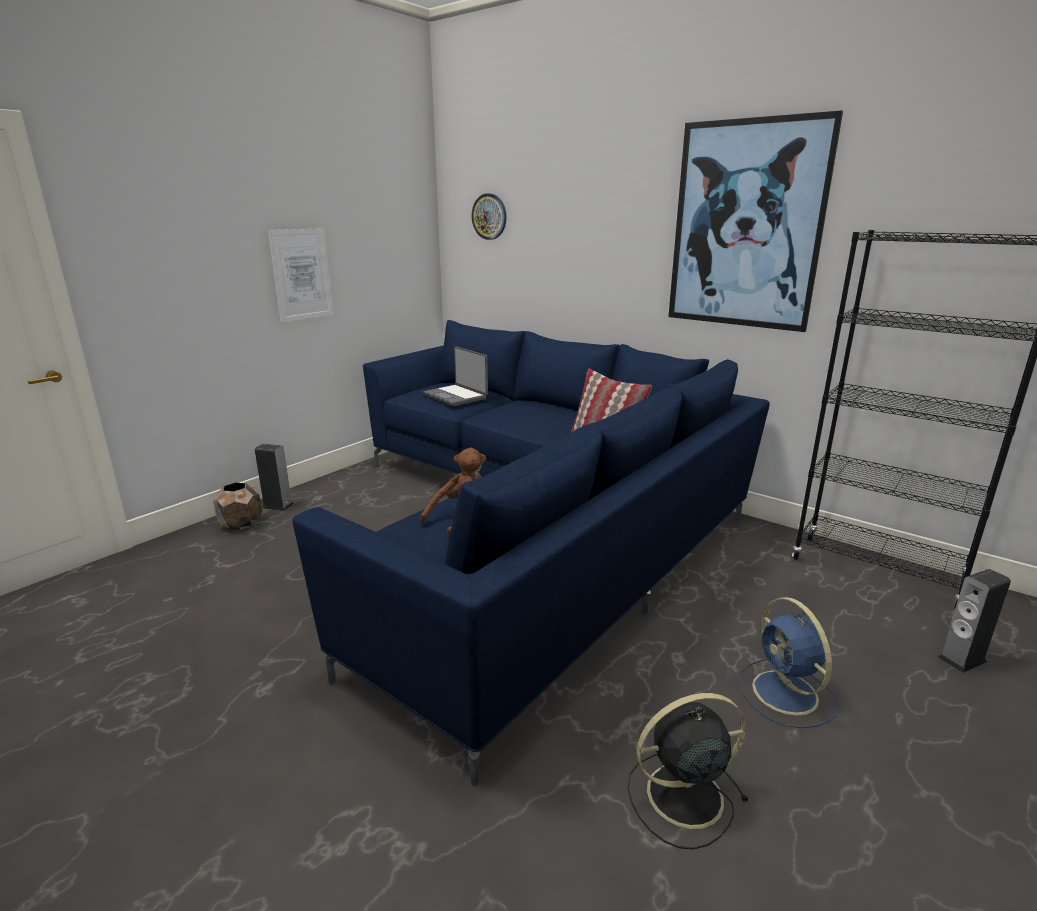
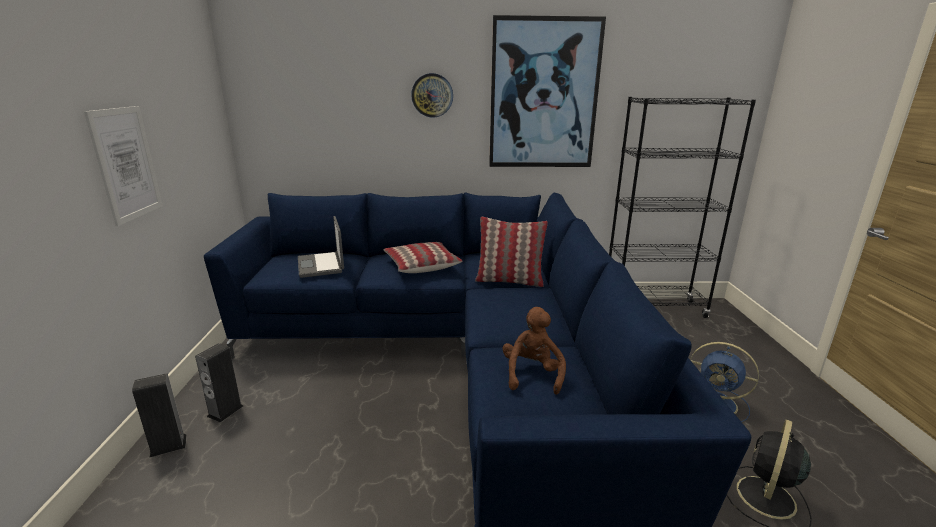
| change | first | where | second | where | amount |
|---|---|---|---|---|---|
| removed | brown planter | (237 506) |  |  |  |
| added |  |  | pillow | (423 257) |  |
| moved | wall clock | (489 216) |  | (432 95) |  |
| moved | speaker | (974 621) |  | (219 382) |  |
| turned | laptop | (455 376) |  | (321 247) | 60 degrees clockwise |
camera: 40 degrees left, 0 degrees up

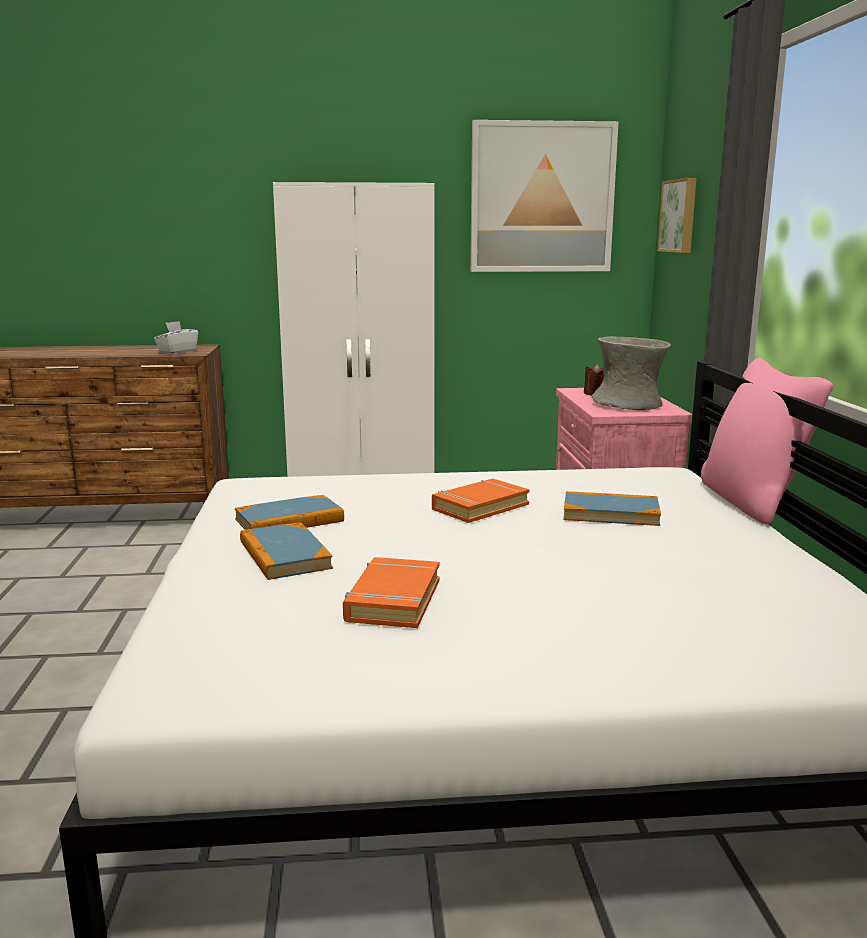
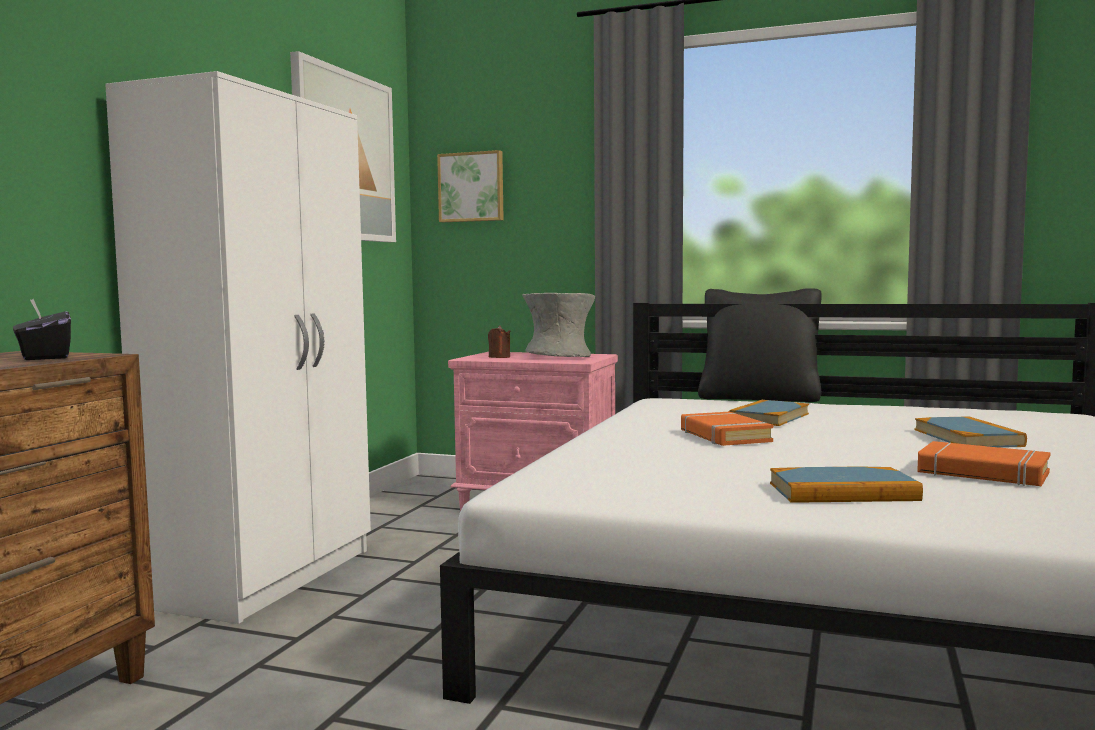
| change | first | where | second | where | amount |
|---|---|---|---|---|---|
| moved | book | (289 512) |  | (971 432) |  |
| recoloured | white tissue box | (176 337) | black tissue box | (42 329) |  |
| recoloured | pink pillow | (767 441) | black pillow | (760 345) |  |
camera: 65 degrees left, 10 degrees down

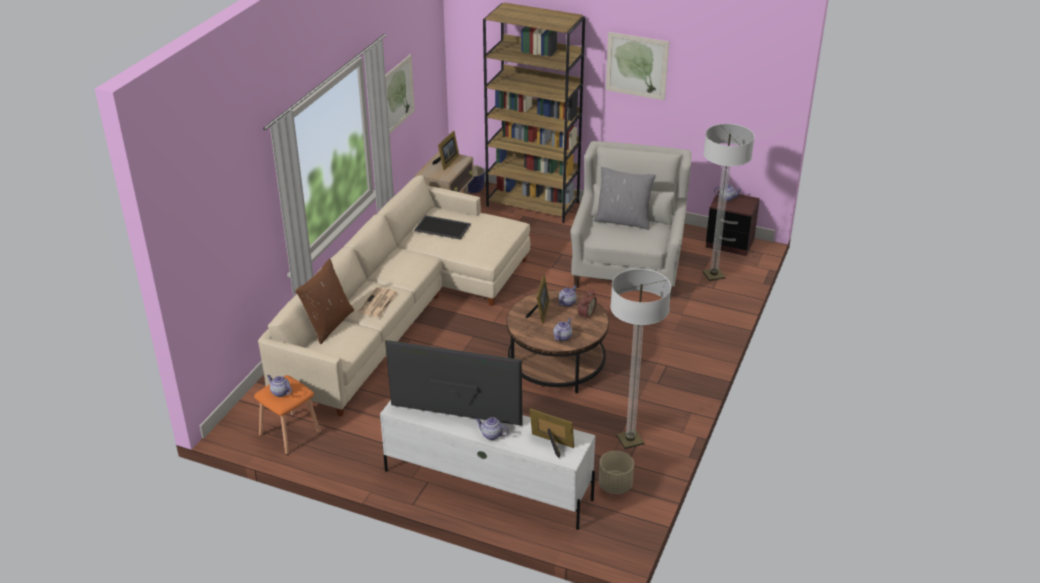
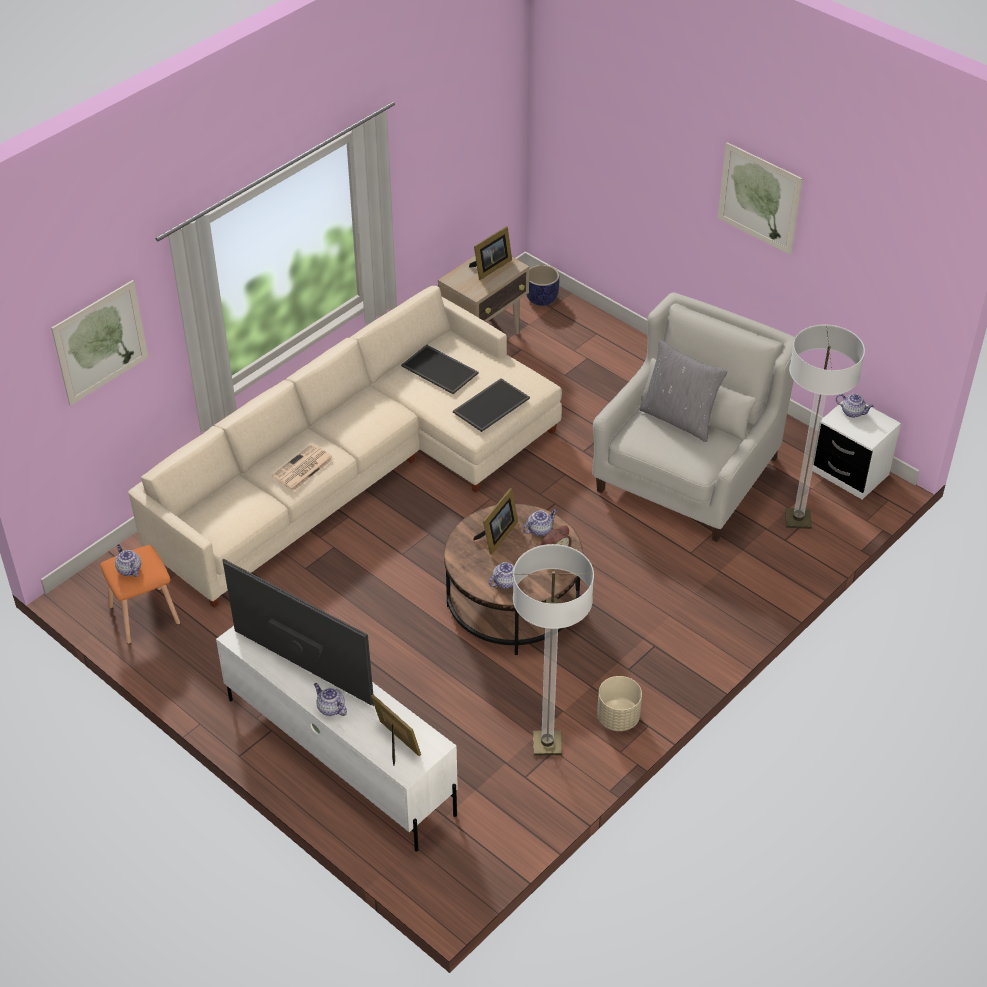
| change | first | where | second | where | amount |
|---|---|---|---|---|---|
| removed | brown pillow | (324 301) |  |  |  |
| removed | brown bookcase | (534 112) |  |  |  |
| added |  |  | tray | (491 405) |  |
| moved | picture | (400 94) |  | (99 343) |  |
| moved | beige planter | (616 472) |  | (619 703) |  |
| recoloured | brown nightstand | (733 223) | white nightstand | (857 450) |  |
camera: 20 degrees right, 10 degrees up

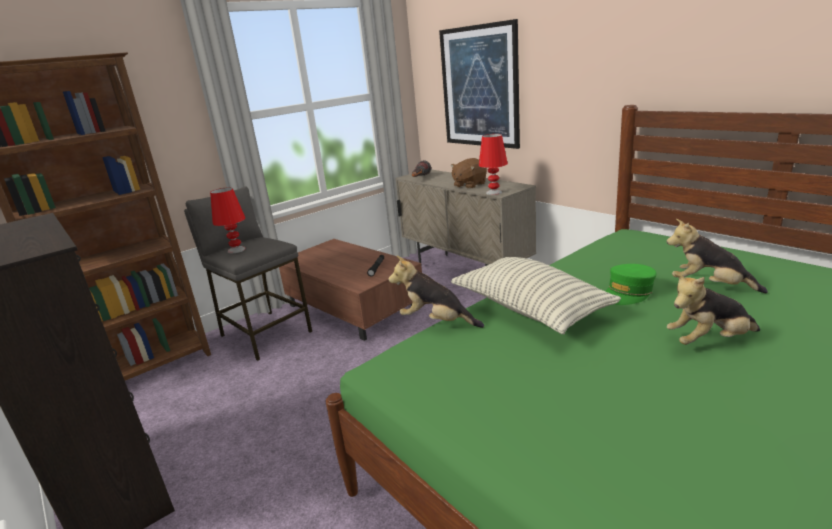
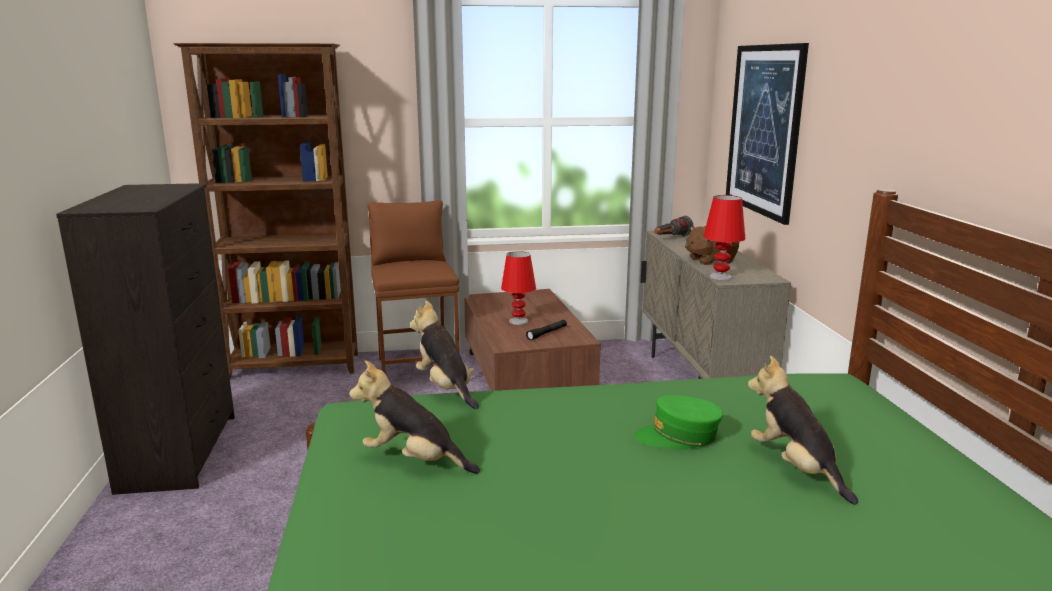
| change | first | where | second | where | amount |
|---|---|---|---|---|---|
| removed | pillow | (536 295) |  |  |  |
| moved | red table lamp | (228 220) |  | (518 288) |  |
| moved | plush toy | (713 309) |  | (414 417) |  |
| recoloured | grey stool | (248 274) | brown stool | (413 287) |  |
camera: 30 degrees right, 5 degrees down

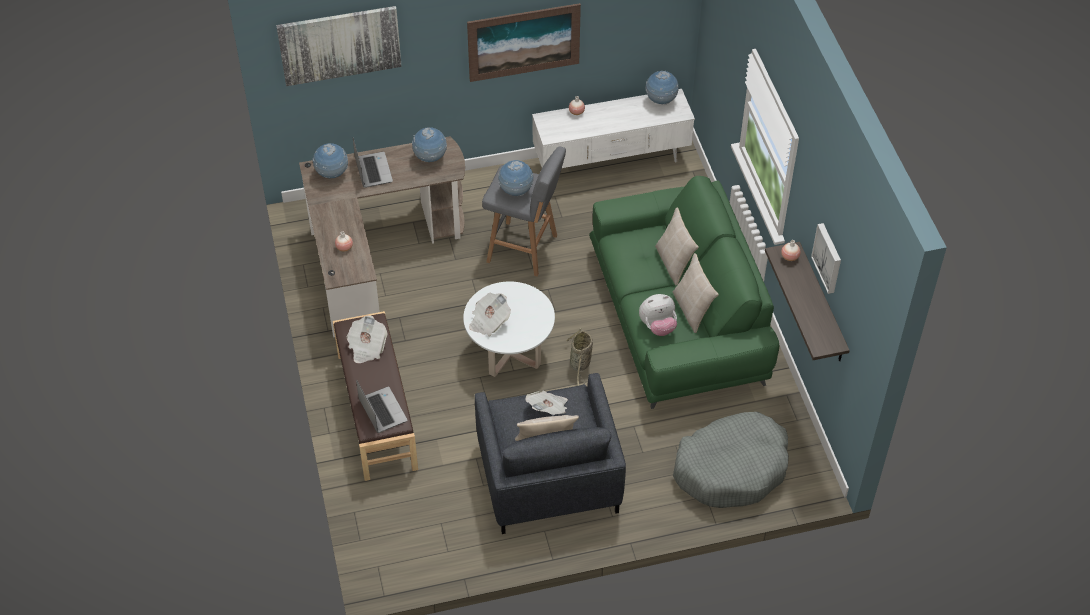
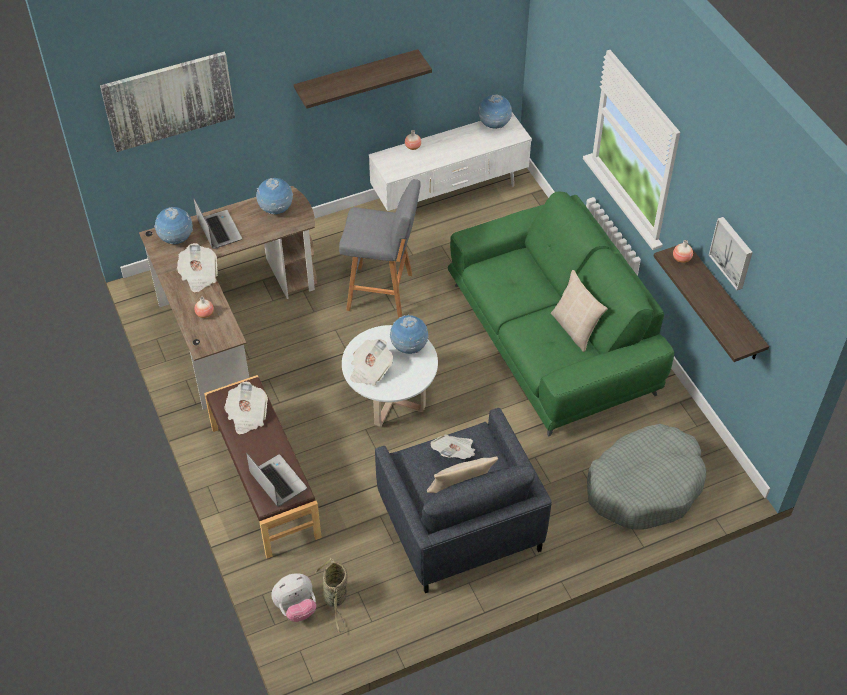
| change | first | where | second | where | amount |
|---|---|---|---|---|---|
| removed | beige pillow | (677 246) |  |  |  |
| added |  |  | newspaper | (197 267) |  |
| moved | globe | (516 178) |  | (409 334) |  |
| moved | basket | (579 356) |  | (331 595) |  |
| moved | plush toy | (658 315) |  | (293 597) |  |
| replaced | picture | (524 42) | shelf | (363 79) |  |
camera: 10 degrees left, 0 degrees up

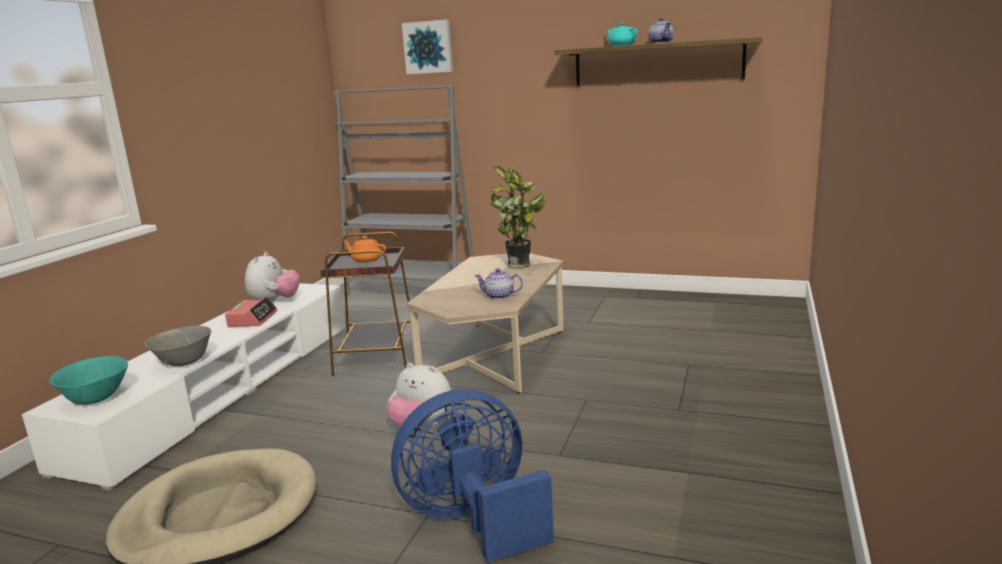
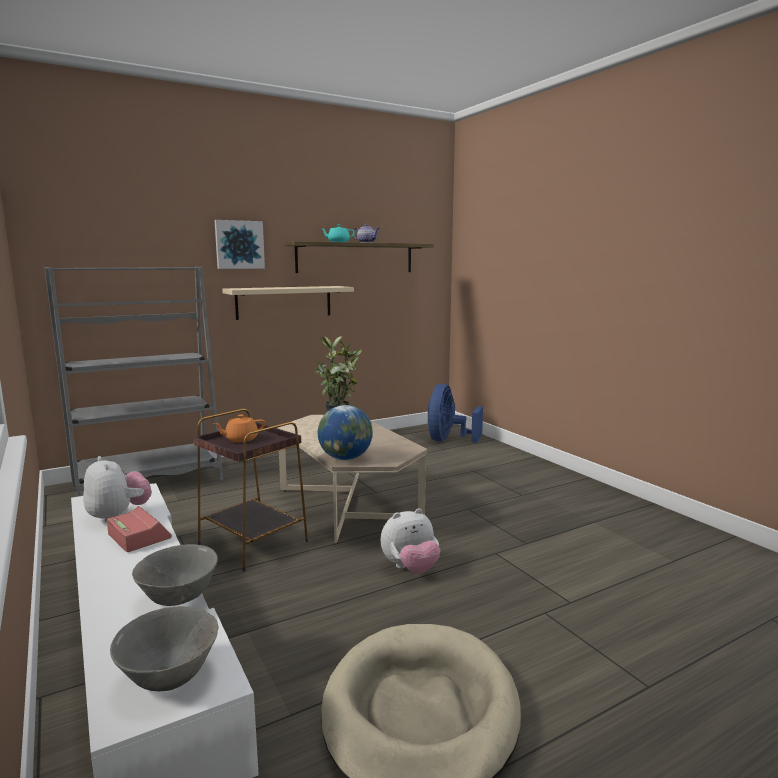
| change | first | where | second | where | amount |
|---|---|---|---|---|---|
| removed | teapot | (498 283) |  |  |  |
| added |  |  | beige shelf | (288 303) |  |
| added |  |  | globe | (345 432) |  |
| moved | blue fan | (472 476) |  | (455 413) |  |
| moved | picture | (427 46) |  | (239 244) |  |
| recoloured | turquoise bowl | (88 380) | grey bowl | (164 648) |  |
camera: 50 degrees left, 5 degrees down

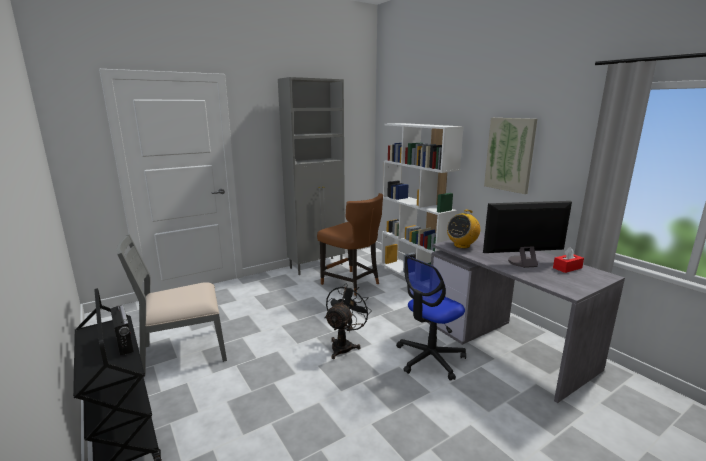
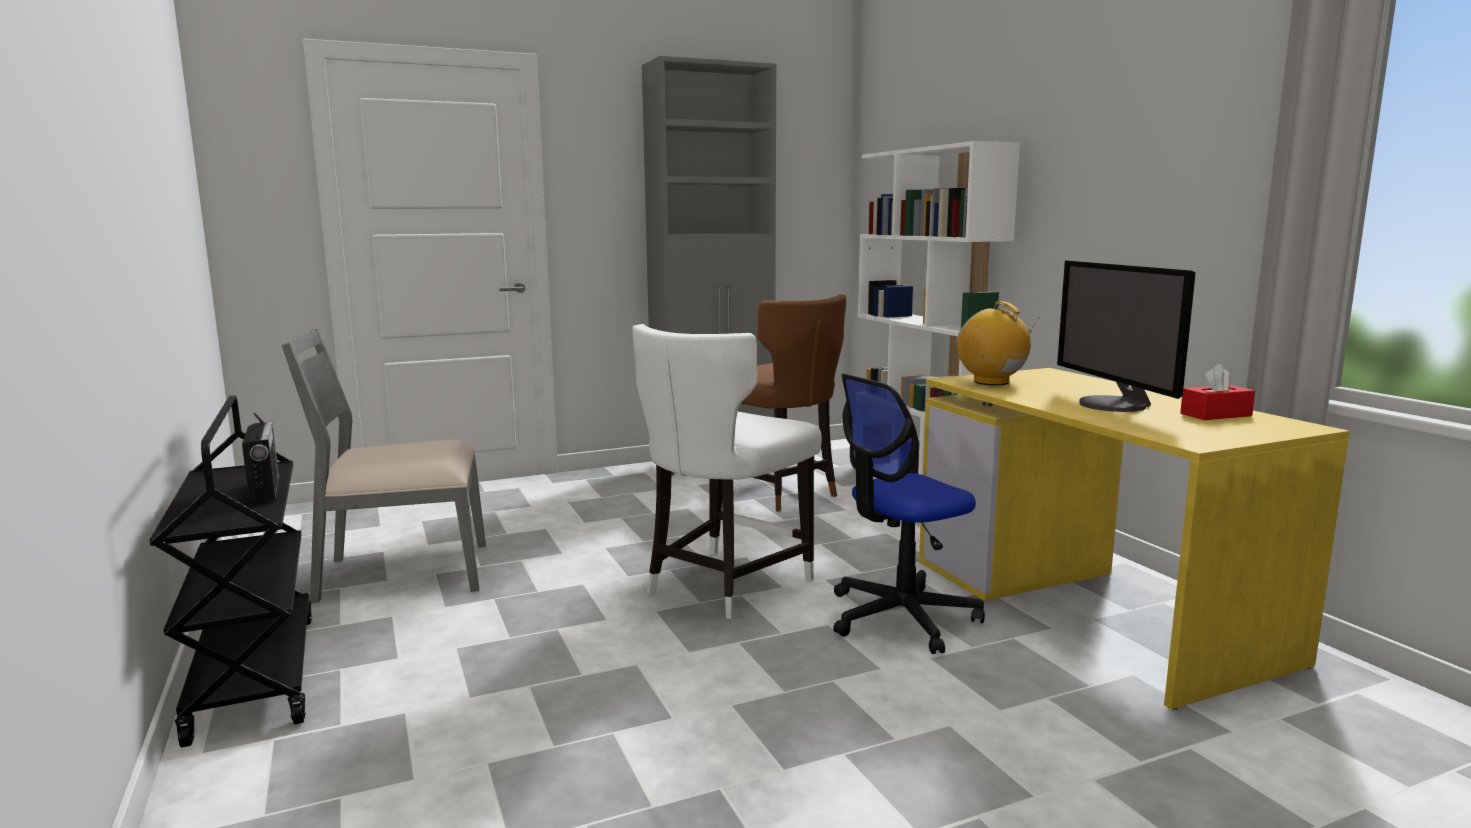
| change | first | where | second | where | amount |
|---|---|---|---|---|---|
| removed | picture | (510 156) |  |  |  |
| replaced | black fan | (348 322) | white chair | (727 471) |  |
| recoloured | grey desk | (526 317) | yellow desk | (1134 538) |  |
| turned | radio | (463 229) |  | (998 343) | 90 degrees clockwise |
| turned | monitor | (527 234) |  | (1126 336) | 105 degrees counterclockwise |
camera: 10 degrees right, 5 degrees down

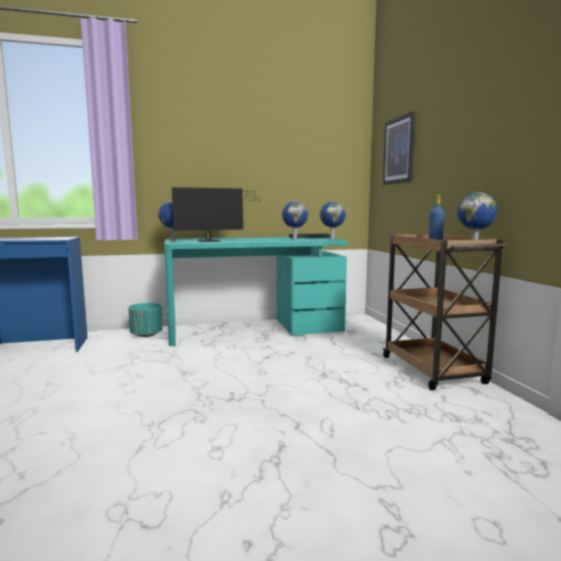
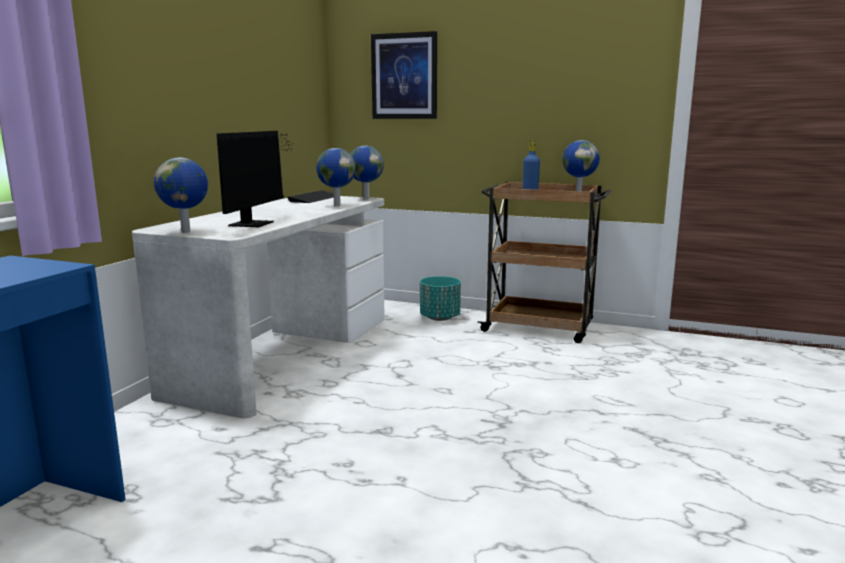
| change | first | where | second | where | amount |
|---|---|---|---|---|---|
| moved | turquoise planter | (145 320) |  | (440 298) |  |
| recoloured | turquoise desk | (256 291) | white desk | (258 307) |  |
camera: 55 degrees left, 5 degrees up

